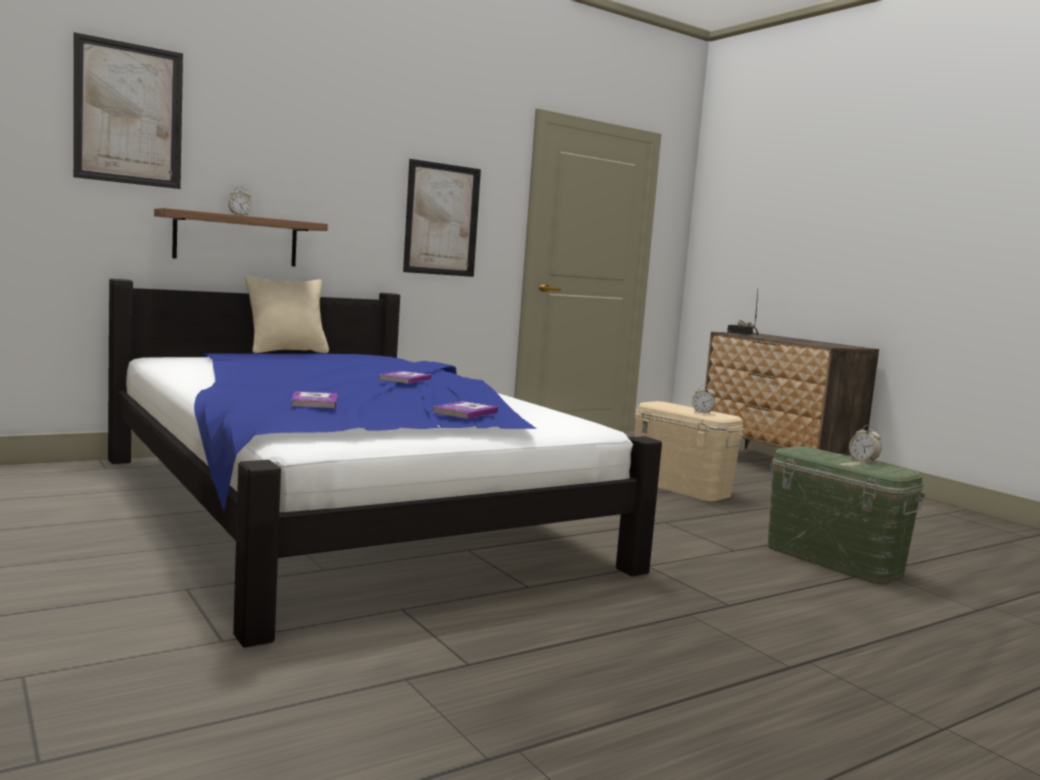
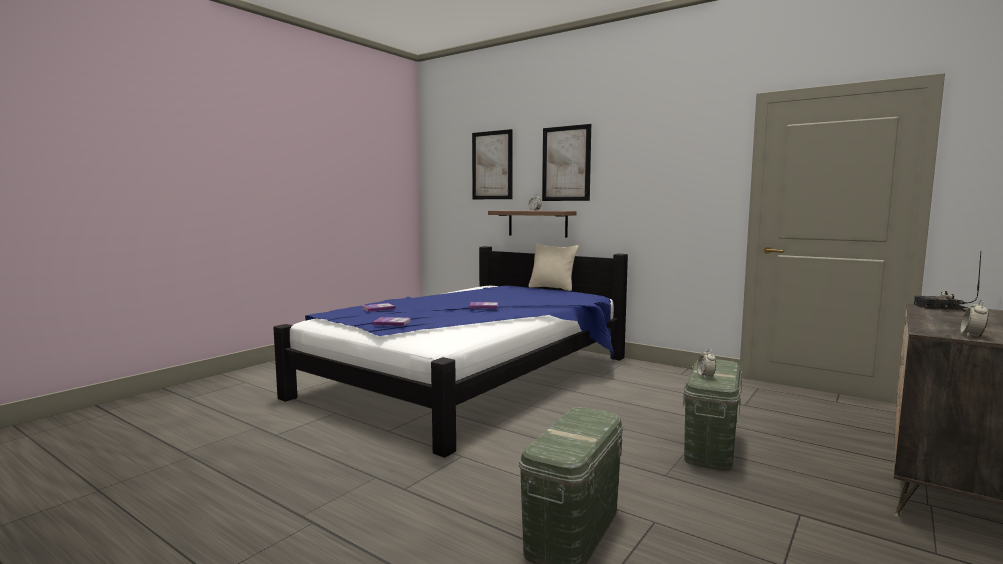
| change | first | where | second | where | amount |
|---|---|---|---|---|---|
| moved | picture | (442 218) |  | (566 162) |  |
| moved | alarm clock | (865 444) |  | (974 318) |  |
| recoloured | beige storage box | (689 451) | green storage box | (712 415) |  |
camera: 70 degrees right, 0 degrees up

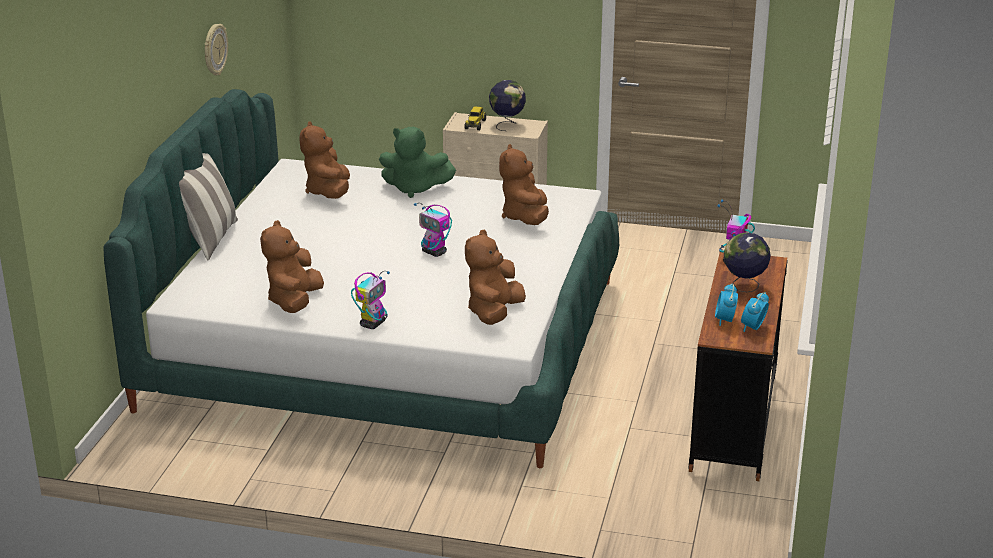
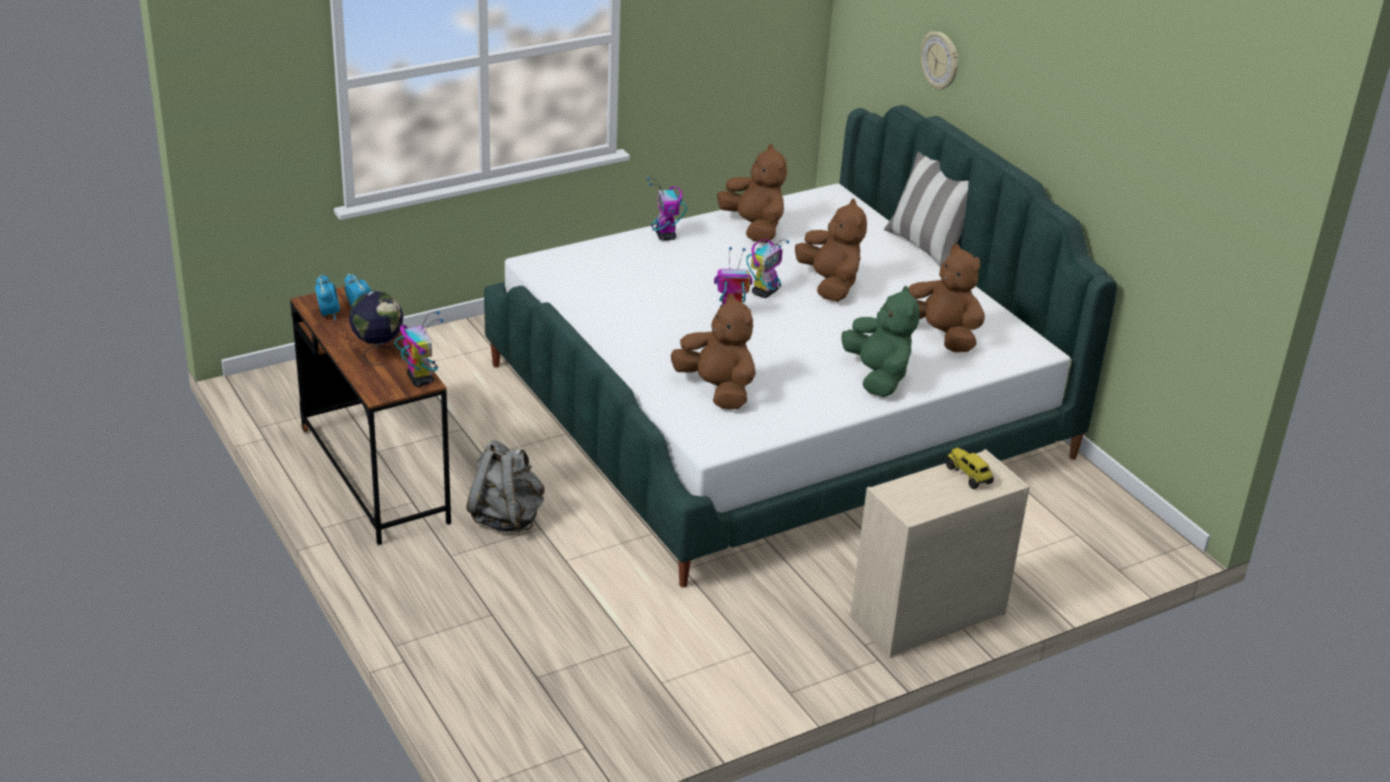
| change | first | where | second | where | amount |
|---|---|---|---|---|---|
| removed | globe | (507 105) |  |  |  |
| added |  |  | grey backpack | (505 486) |  |
| added |  |  | toy robot | (767 268) |  |
| moved | wall clock | (216 50) |  | (939 60) |  |
| moved | brown plush toy | (495 277) |  | (831 250) |  |
| turned | green plush toy | (417 162) |  | (880 341) | 105 degrees clockwise |
camera: 135 degrees right, 5 degrees up

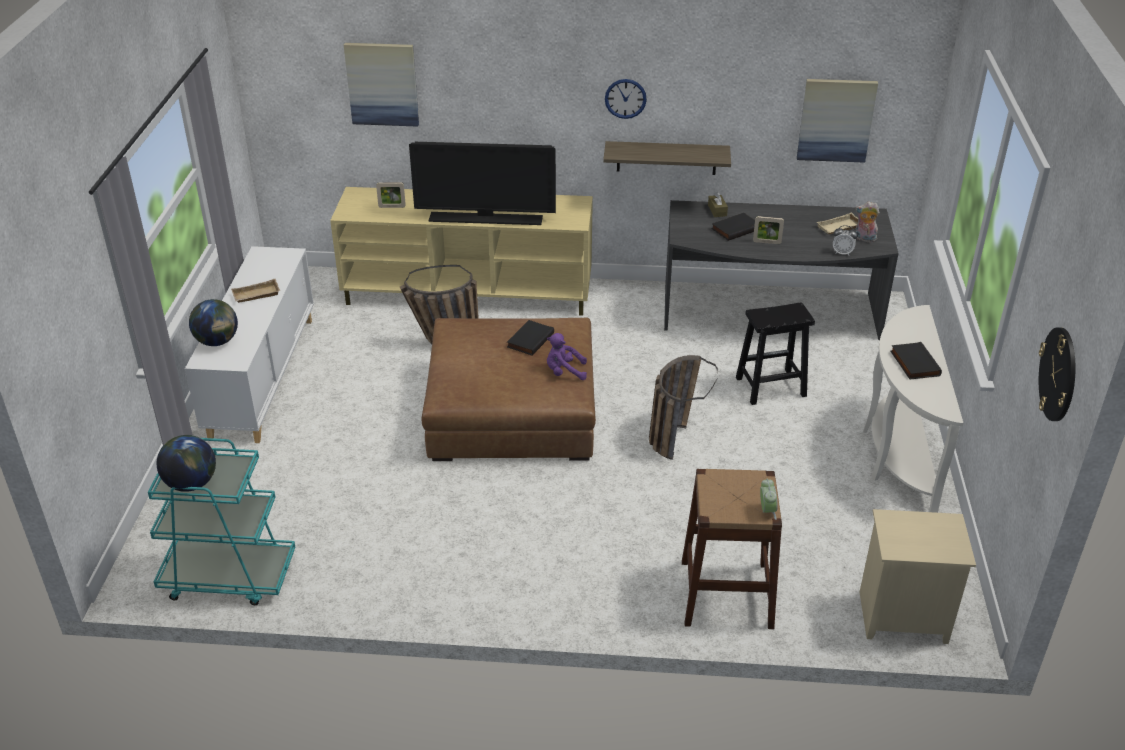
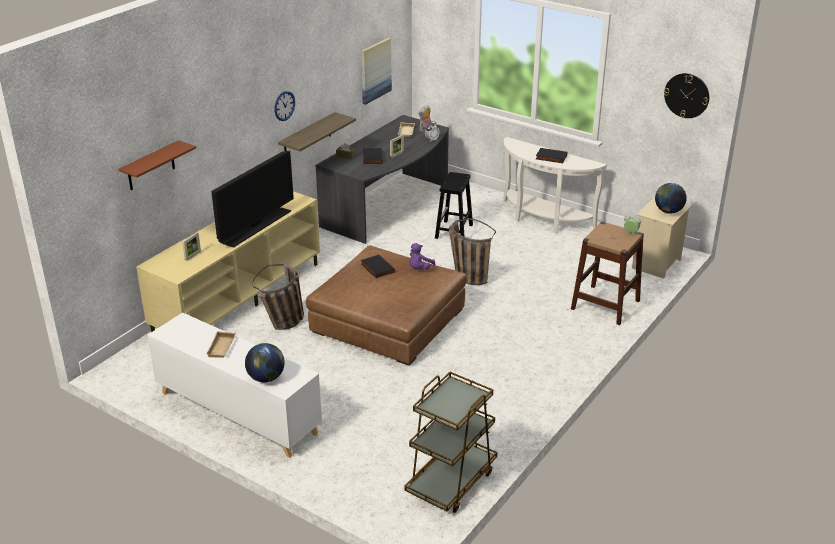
| change | first | where | second | where | amount |
|---|---|---|---|---|---|
| moved | globe | (186 463) |  | (671 198) |  |
| replaced | picture | (381 85) | brown shelf | (157 165) |  |
| recoloured | turquoise cart | (221 521) | brown cart | (451 442) |  |
camera: 60 degrees left, 5 degrees down

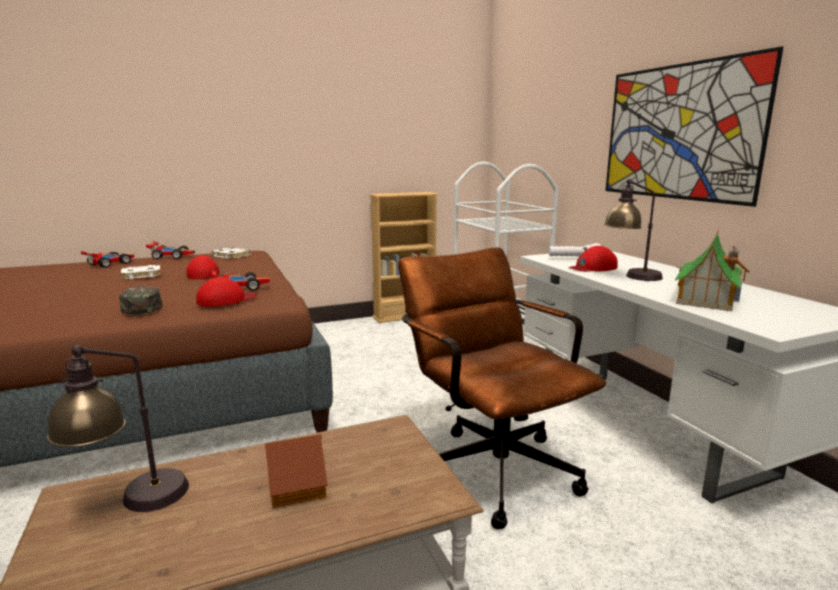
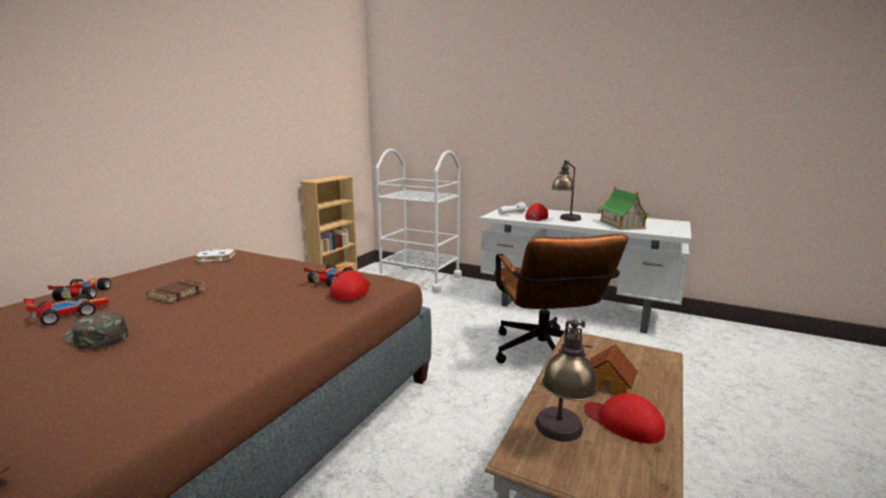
| change | first | where | second | where | amount |
|---|---|---|---|---|---|
| removed | picture | (694 126) |  |  |  |
| moved | green cap | (140 300) |  | (95 330) |  |
| moved | toy car | (170 250) |  | (66 309) |  |
| moved | red cap | (203 267) |  | (624 418) |  |
| recoloured | white book | (141 272) | brown book | (176 291) |  |
| turned | brown office chair | (502 388) |  | (561 299) | 120 degrees counterclockwise |
camera: 40 degrees left, 0 degrees up

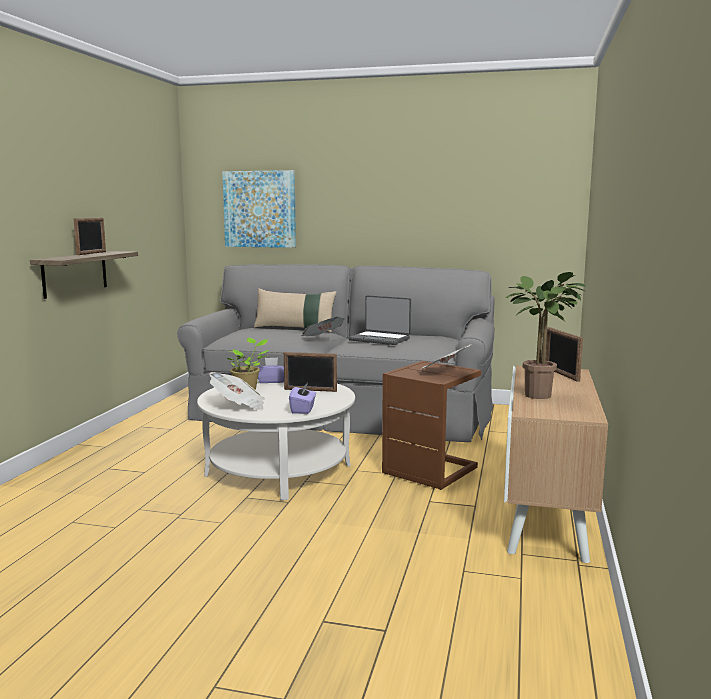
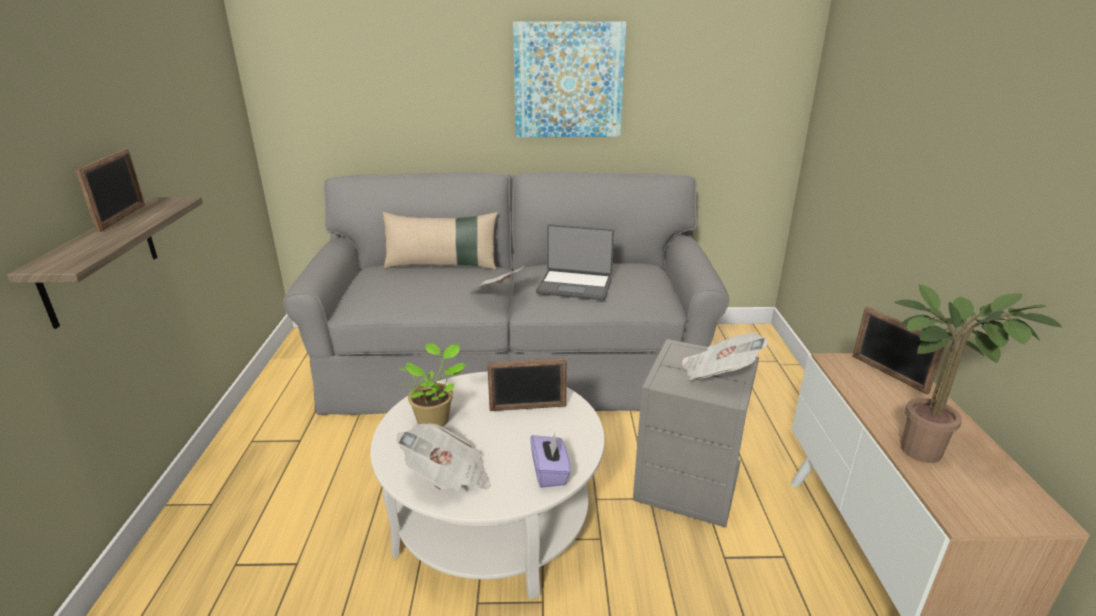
| change | first | where | second | where | amount |
|---|---|---|---|---|---|
| removed | purple tissue box | (271 370) |  |  |  |
| moved | picture | (259 209) |  | (569 79) |  |
| recoloured | brown side table | (431 425) | grey side table | (696 433) |  |
camera: 15 degrees left, 15 degrees up

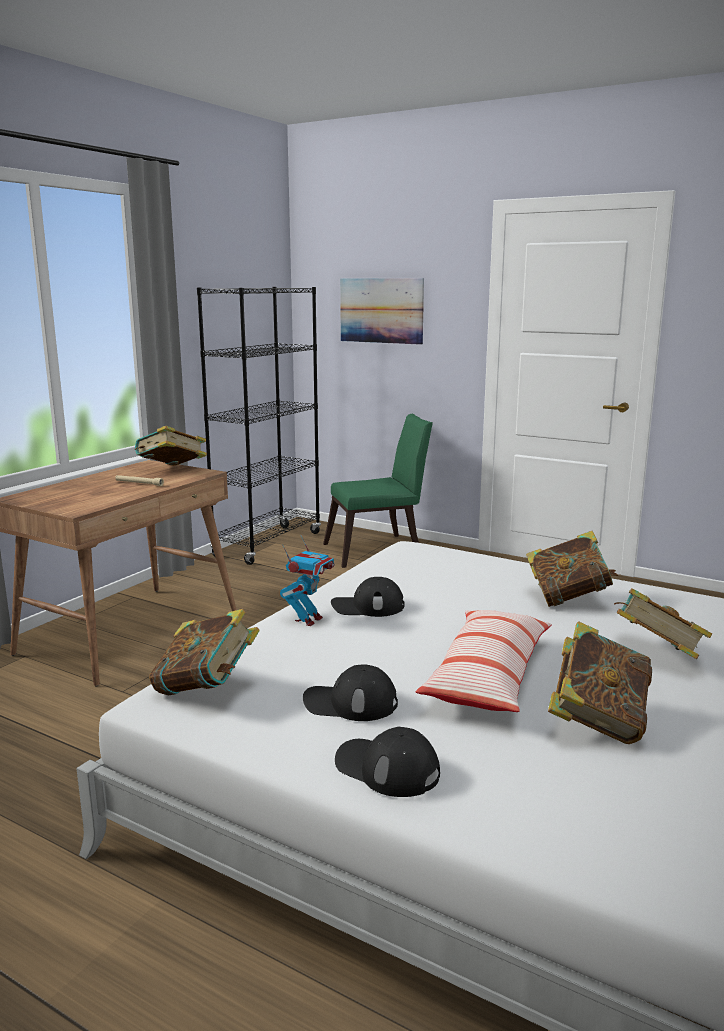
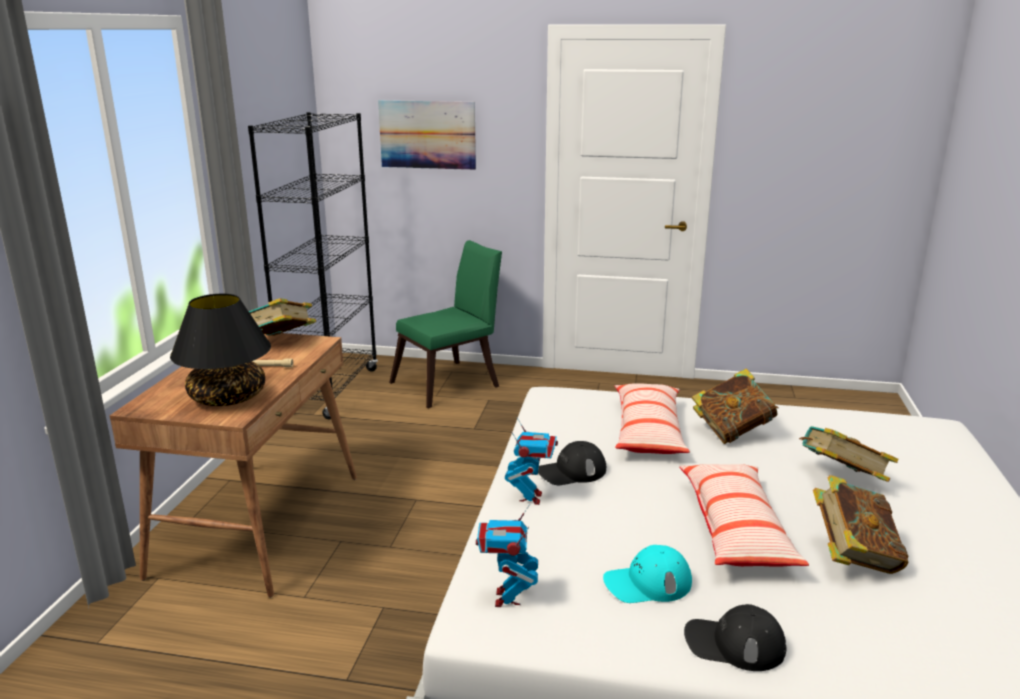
| change | first | where | second | where | amount |
|---|---|---|---|---|---|
| added |  |  | black table lamp | (220 350) |  |
| added |  |  | pillow | (652 418) |  |
| replaced | book | (204 652) | toy robot | (507 555) |  |
| recoloured | black cap | (350 693) | turquoise cap | (647 574) |  |
camera: 20 degrees left, 5 degrees up

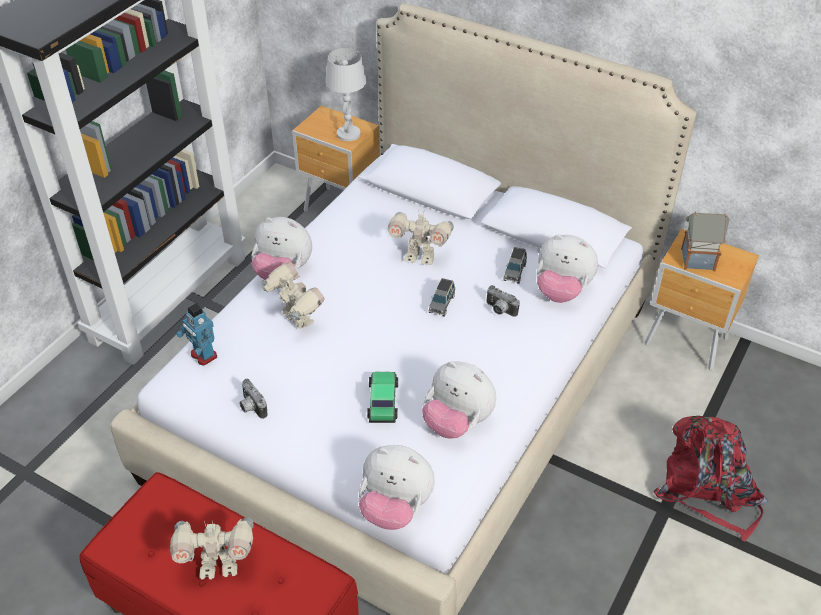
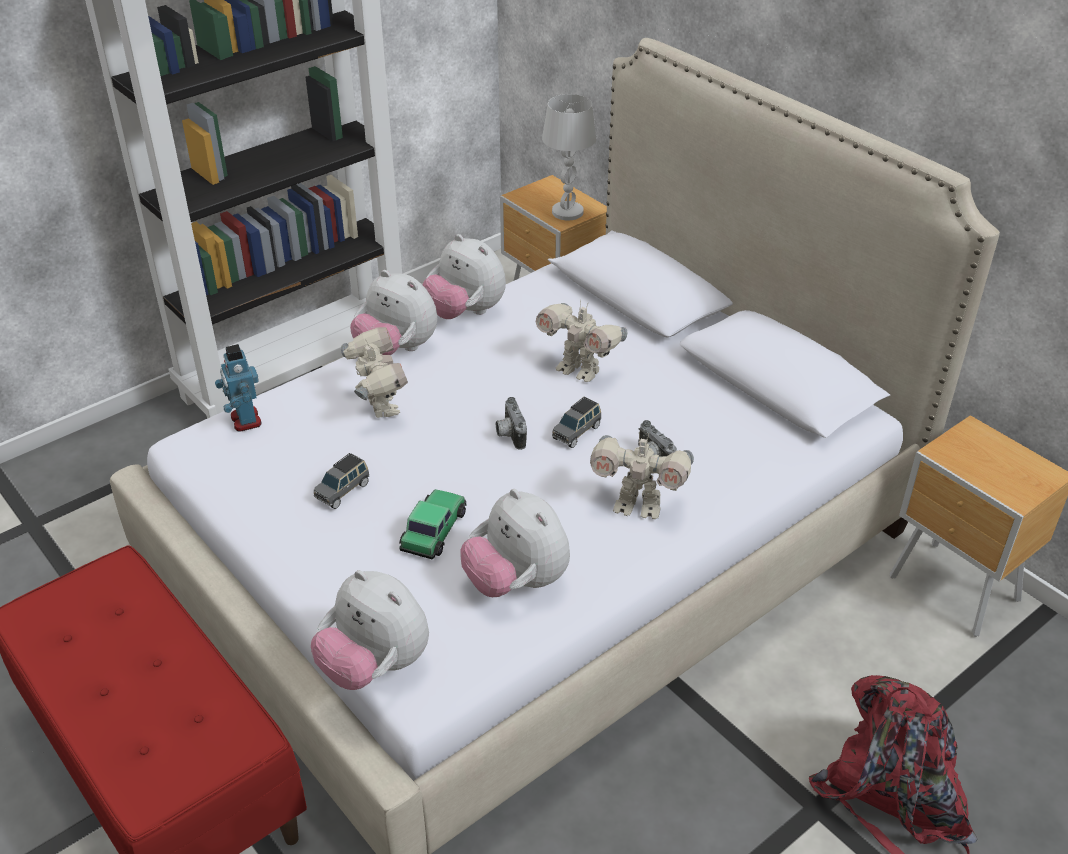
| change | first | where | second | where | amount |
|---|---|---|---|---|---|
| removed | toy house | (705 241) |  |  |  |
| moved | toy robot | (212 548) |  | (642 476) |  |
| moved | photo camera | (254 399) |  | (511 423) |  |
| moved | grey toy car | (515 265) |  | (342 481) |  |
| moved | plush toy | (567 269) |  | (464 276) |  |
camera: 20 degrees right, 5 degrees down

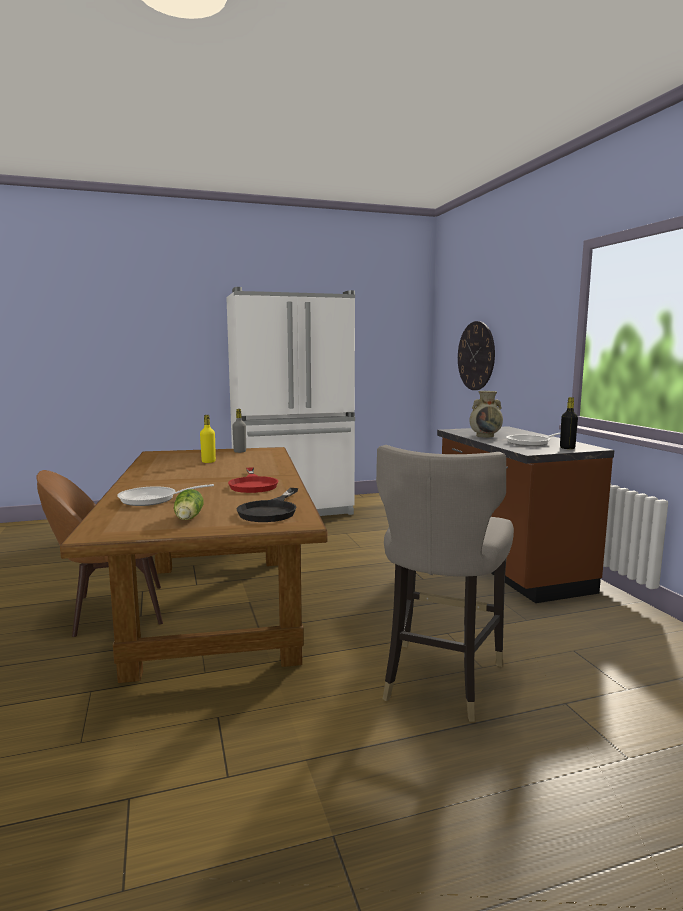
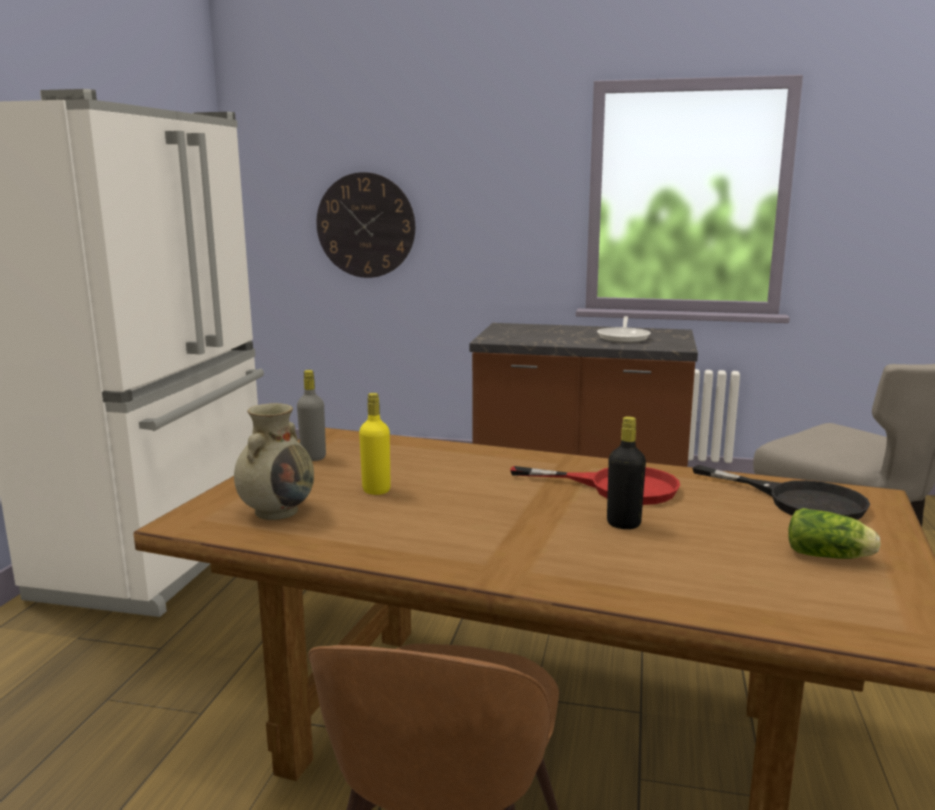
| change | first | where | second | where | amount |
|---|---|---|---|---|---|
| removed | frying pan | (165 495) |  |  |  |
| moved | beige vase | (486 414) |  | (274 461) |  |
| moved | black bottle | (569 423) |  | (626 472) |  |
camera: 60 degrees left, 5 degrees up

